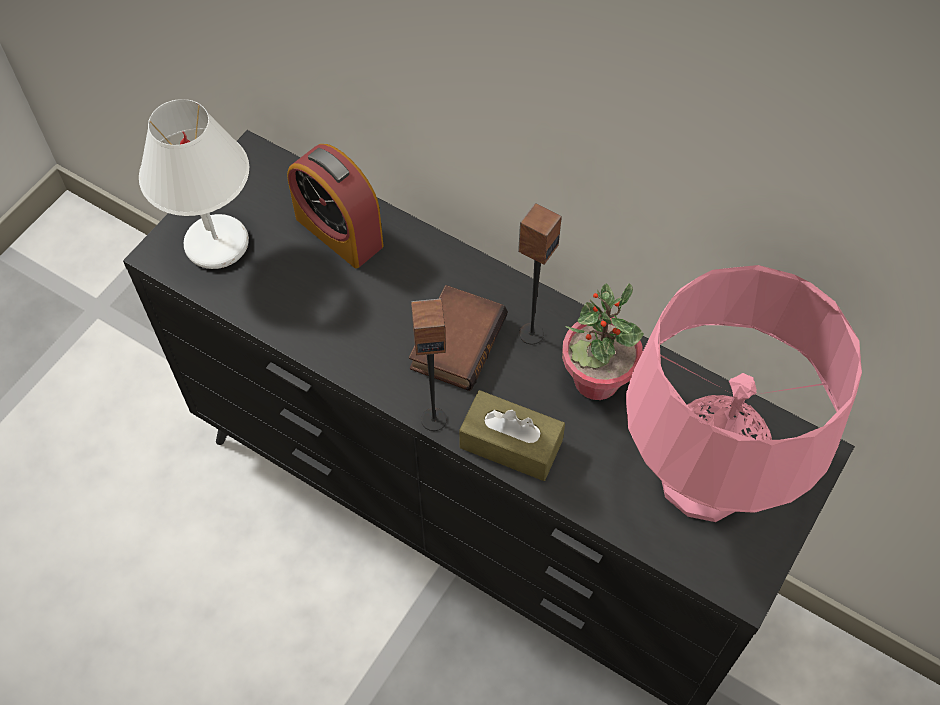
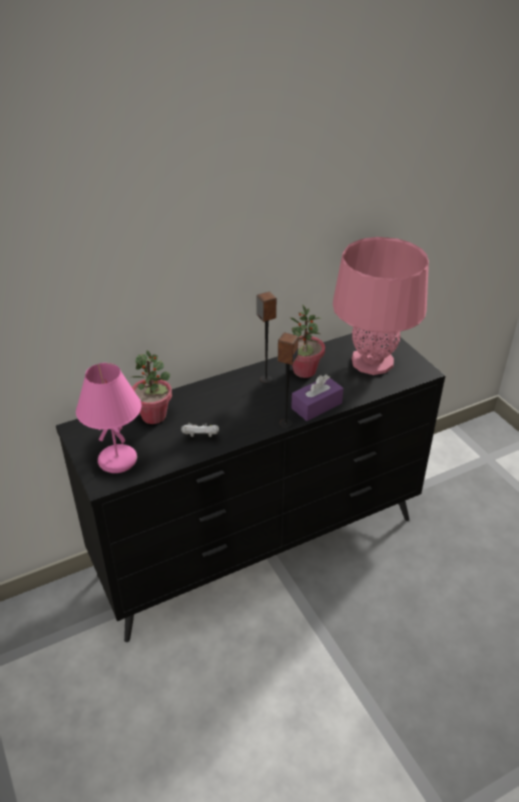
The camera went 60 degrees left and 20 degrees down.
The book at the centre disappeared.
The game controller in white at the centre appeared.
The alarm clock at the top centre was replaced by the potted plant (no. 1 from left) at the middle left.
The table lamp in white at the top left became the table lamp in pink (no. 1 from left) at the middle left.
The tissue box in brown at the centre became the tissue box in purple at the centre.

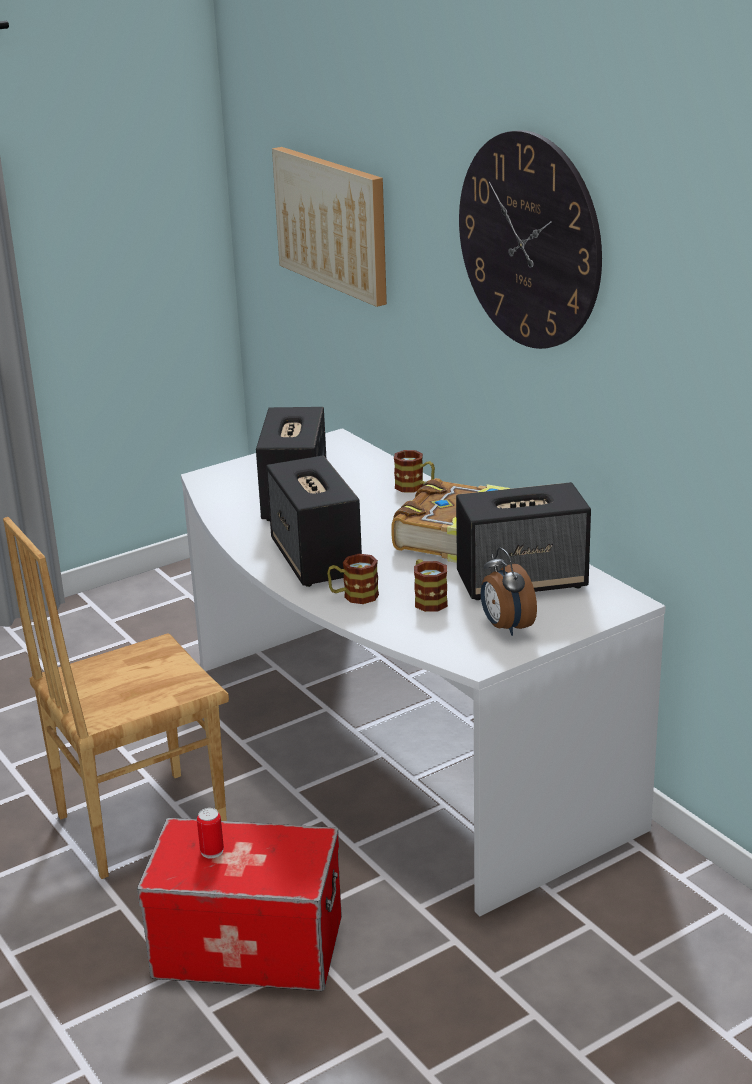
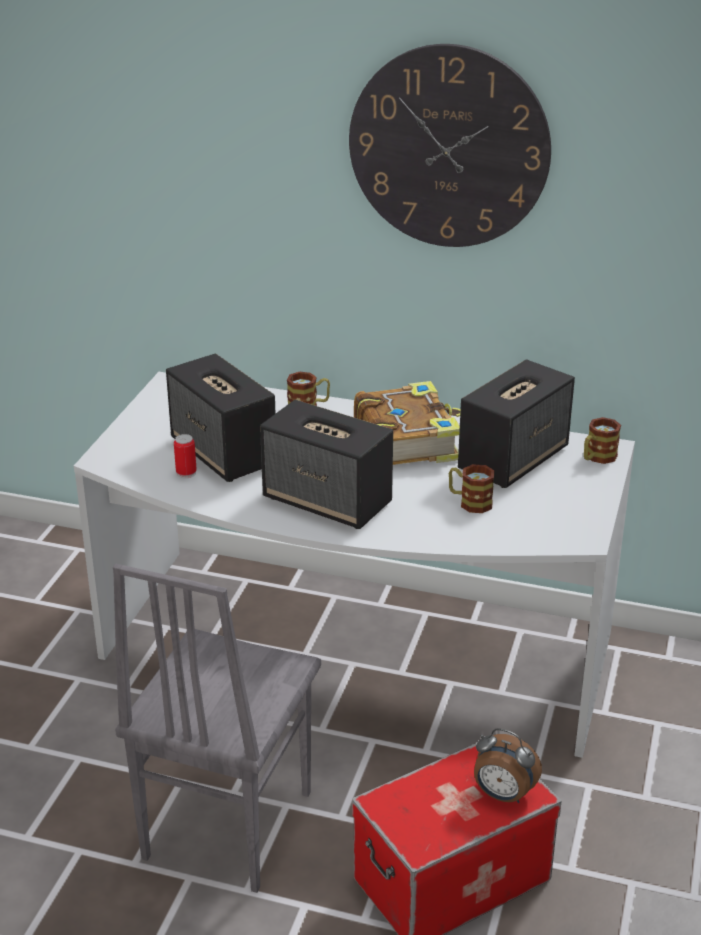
The camera went 40 degrees left and 5 degrees up.
The picture at the top centre disappeared.
The can moved from the bottom left to the middle left.
The mug (no. 1 from left in the first image) moved from the centre to the middle right.
The alarm clock moved from the middle right to the bottom right.
The chair in brown at the middle left became the chair in grey at the bottom left.

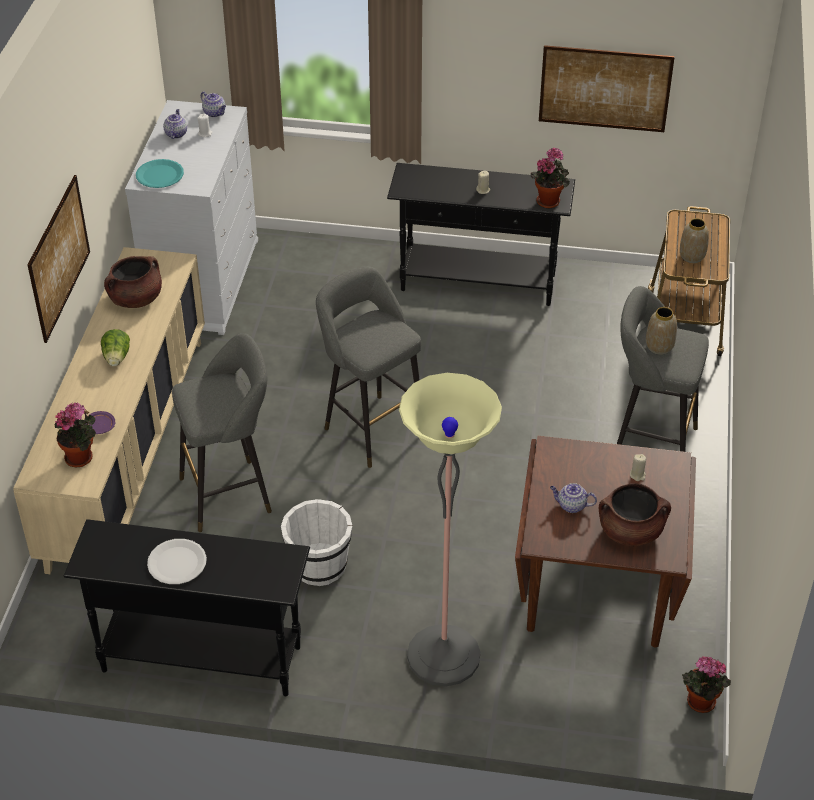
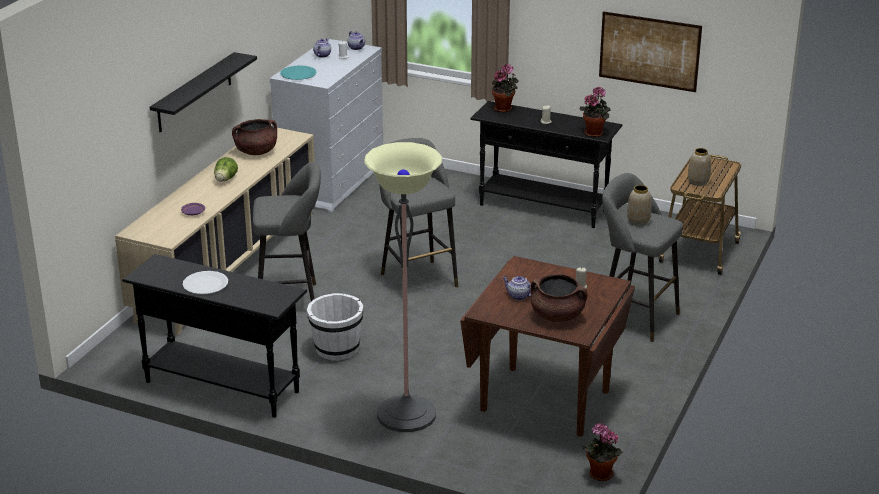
The camera went 15 degrees right and 15 degrees down.
The potted plant (no. 1 from left) moved from the middle left to the top centre.
The picture (no. 1 from left) at the top left was replaced by the shelf in black at the top left.

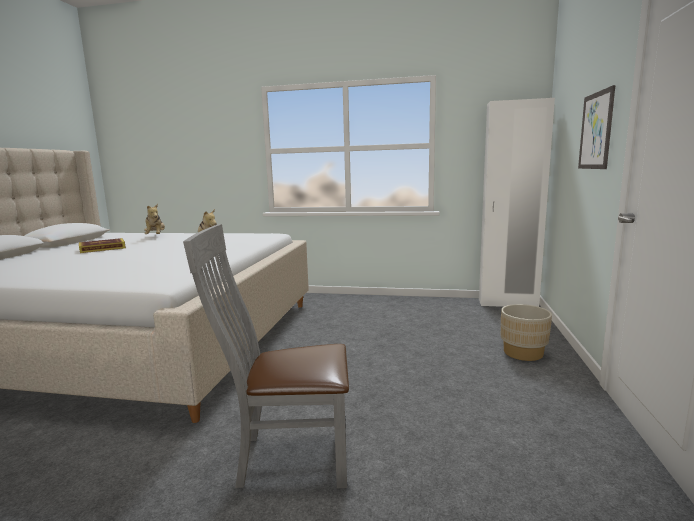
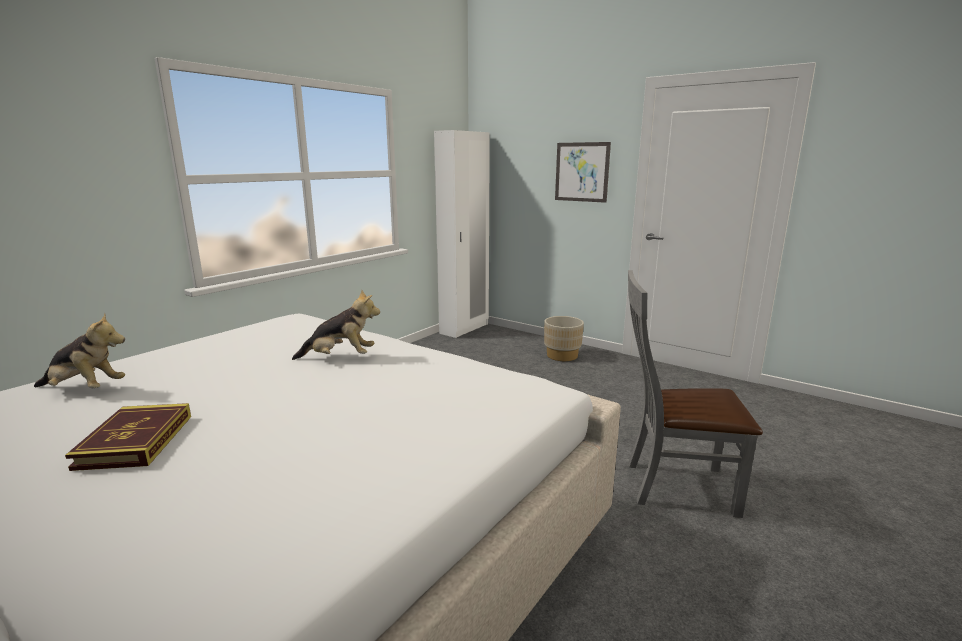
The camera went 65 degrees left and 5 degrees up.
The chair in grey at the bottom centre turned 75 degrees clockwise.

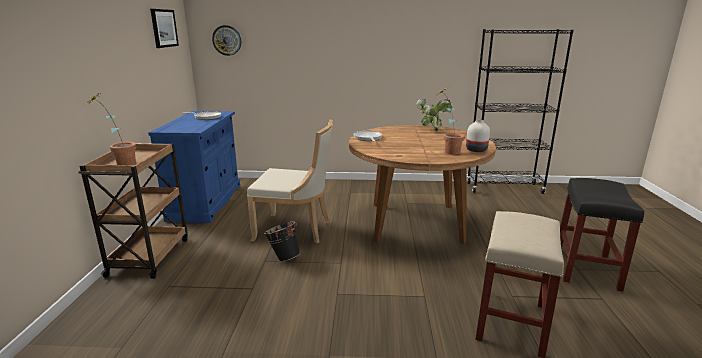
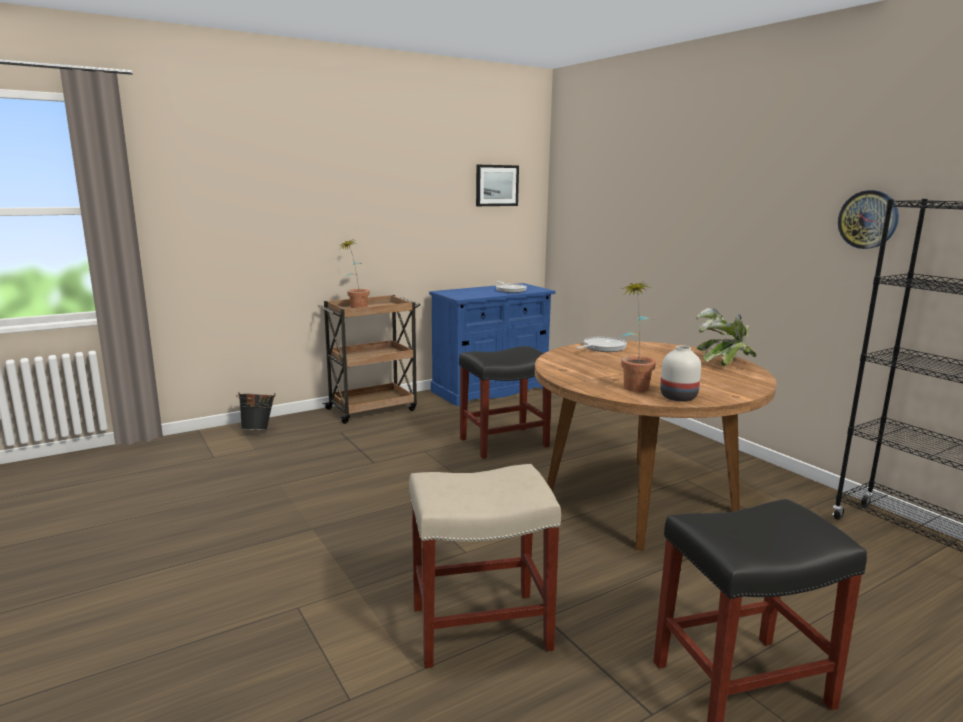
The camera went 55 degrees right and 5 degrees down.
The wall clock moved from the top left to the top right.
The bucket in black moved from the bottom centre to the middle left.
The chair in beige at the centre was replaced by the stool in black (no. 1 from left) at the centre.

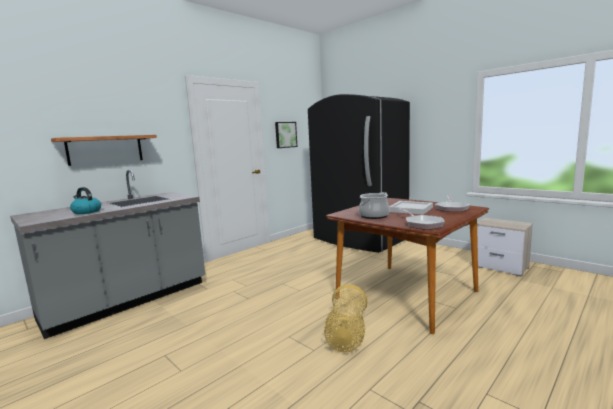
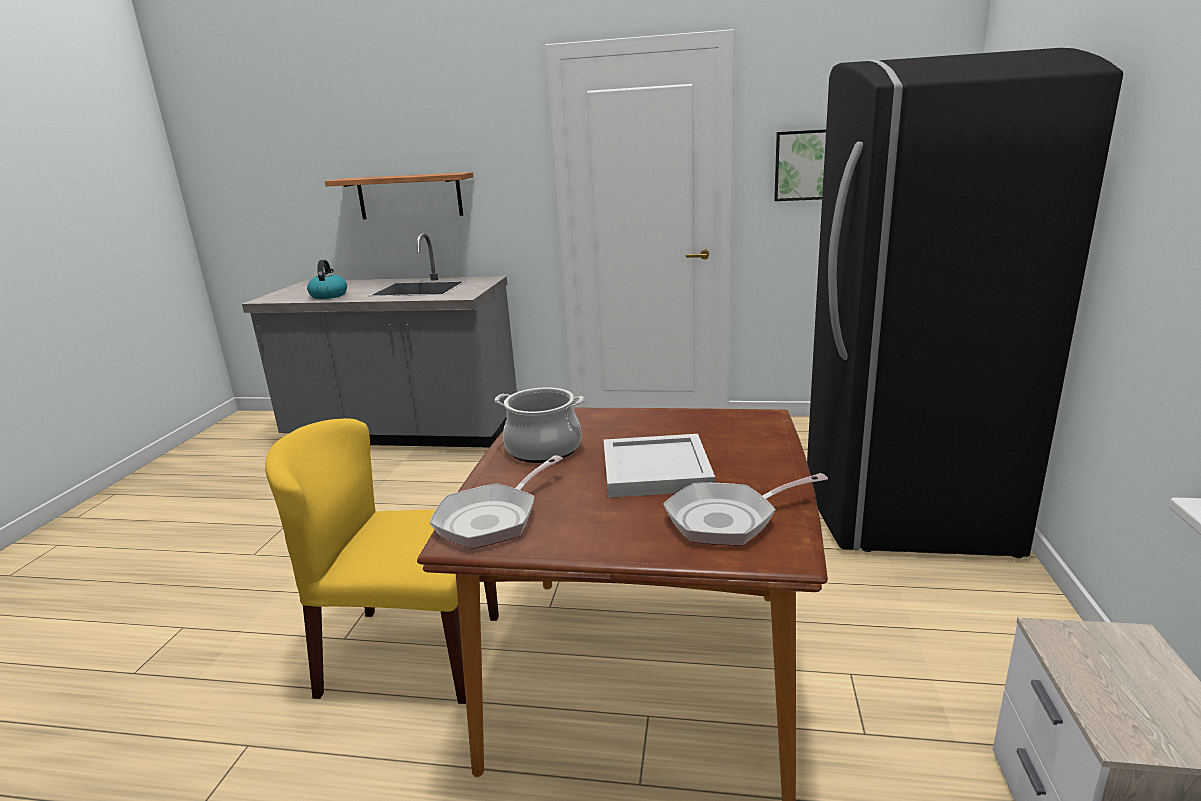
The camera went 55 degrees right and 10 degrees up.
The basket at the bottom centre was replaced by the chair in yellow at the bottom left.

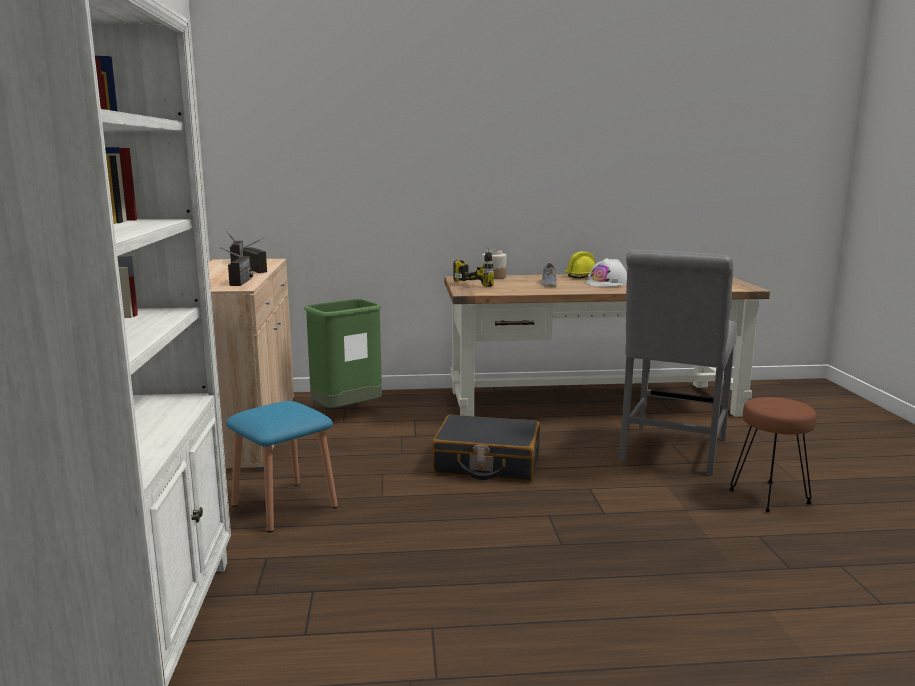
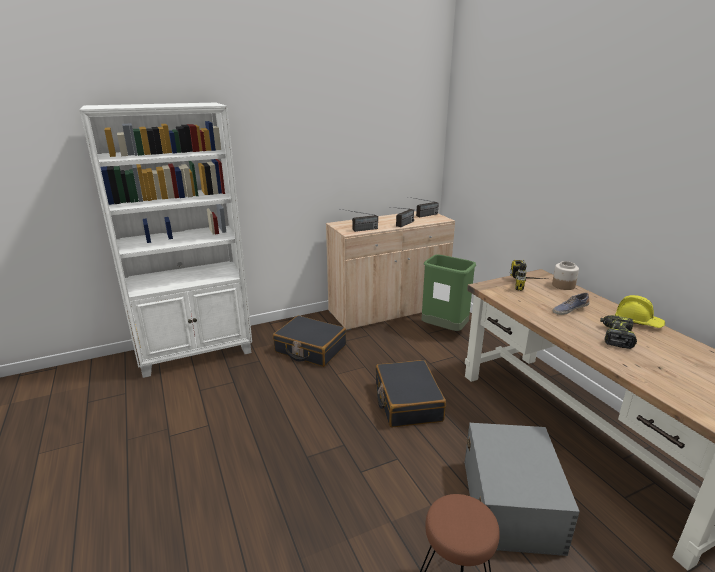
The camera went 70 degrees right and 10 degrees up.
The stool in blue at the bottom left was replaced by the suitcase in black (no. 1 from left) at the centre.
The hard hat in white at the centre was replaced by the power drill (no. 2 from left) at the middle right.
The chair in grey at the middle right was replaced by the storage box in grey at the bottom right.

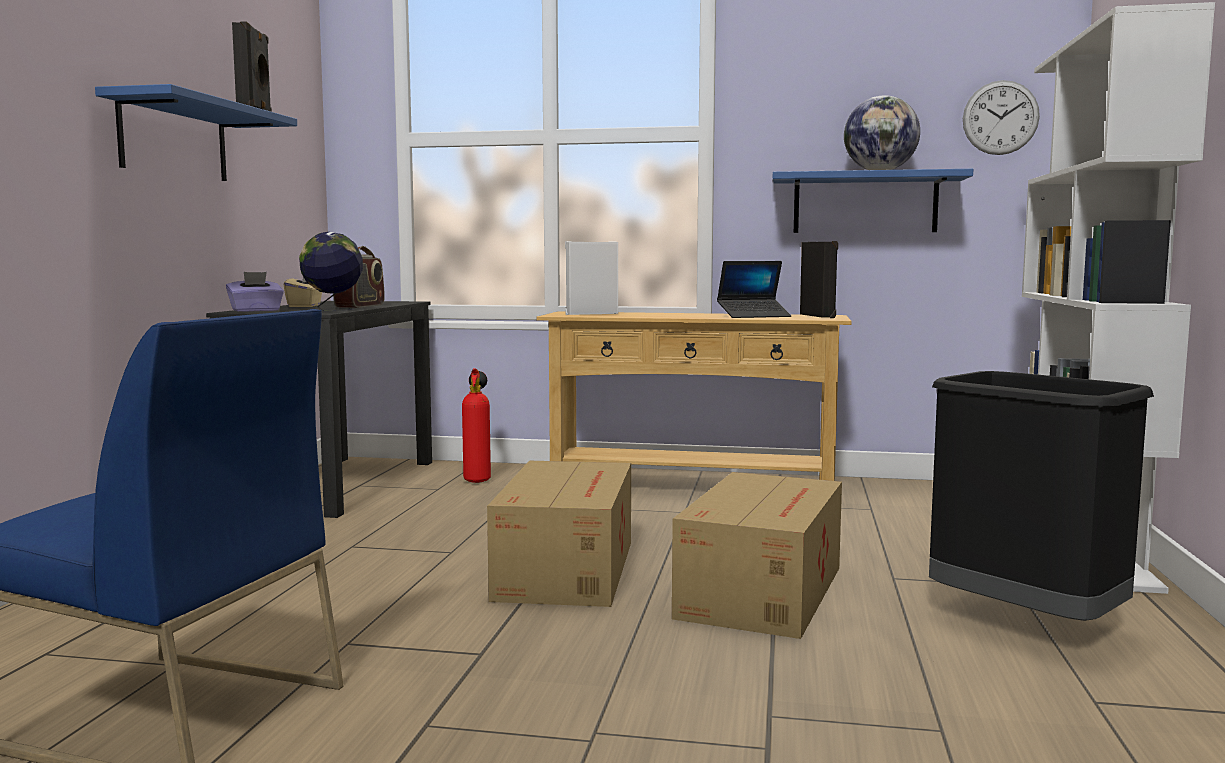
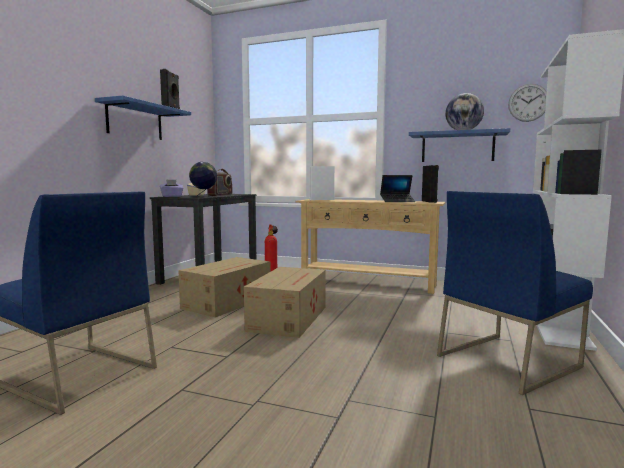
The camera went 10 degrees right and 0 degrees up.
The cardboard box (no. 2 from left in the first image) moved from the bottom centre to the centre.
The trash can in black at the middle right was replaced by the chair in blue (no. 2 from left) at the middle right.

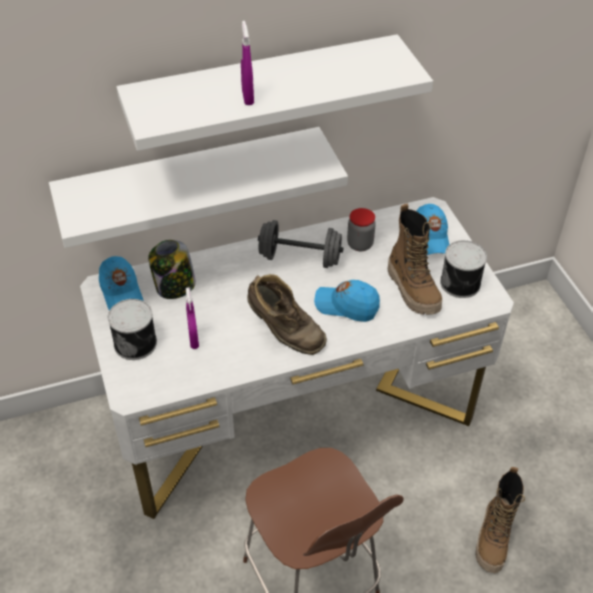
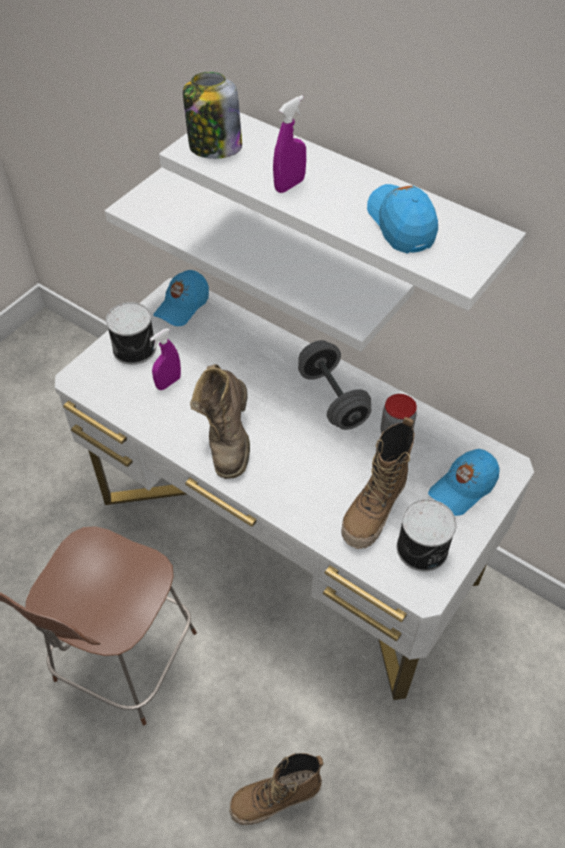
The camera went 55 degrees right and 5 degrees up.
The jar (no. 1 from left) moved from the middle left to the top centre.
The cap in blue (no. 2 from left) moved from the centre to the top right.

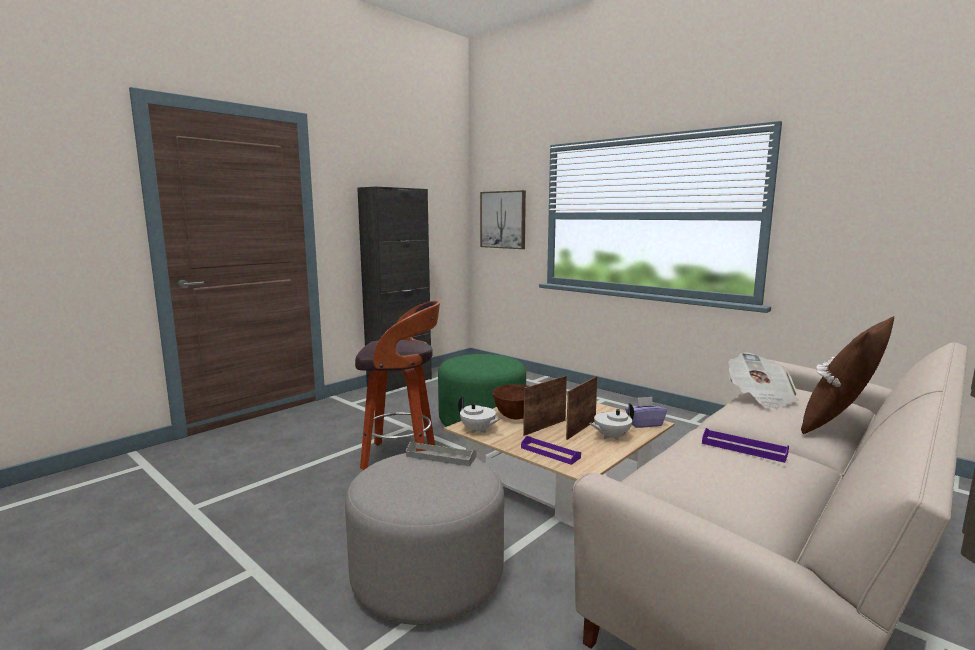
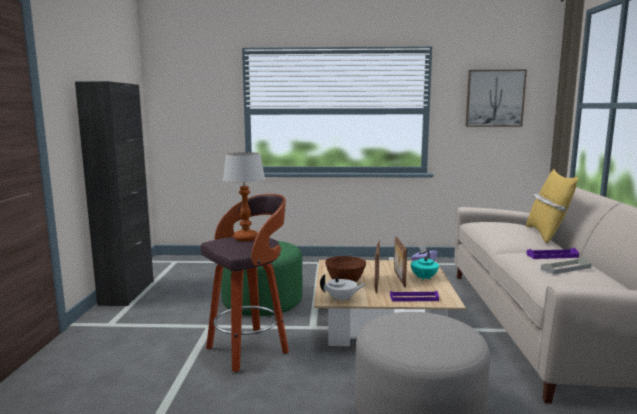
The camera went 40 degrees left and 0 degrees up.
The newspaper at the middle right disappeared.
The table lamp at the centre appeared.
The tray in grey moved from the bottom centre to the middle right.
The picture moved from the centre to the top right.
The teapot in white (no. 2 from left) at the centre became the teapot in turquoise at the middle right.
The pillow in brown at the middle right became the pillow in yellow at the middle right.

